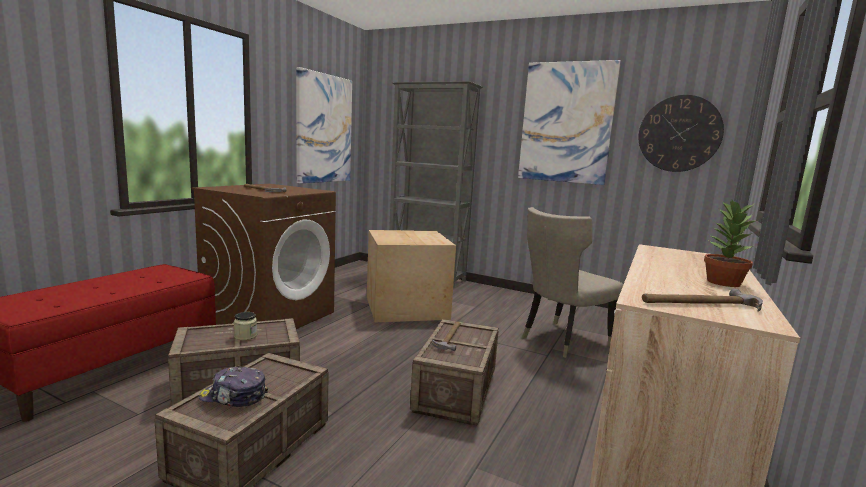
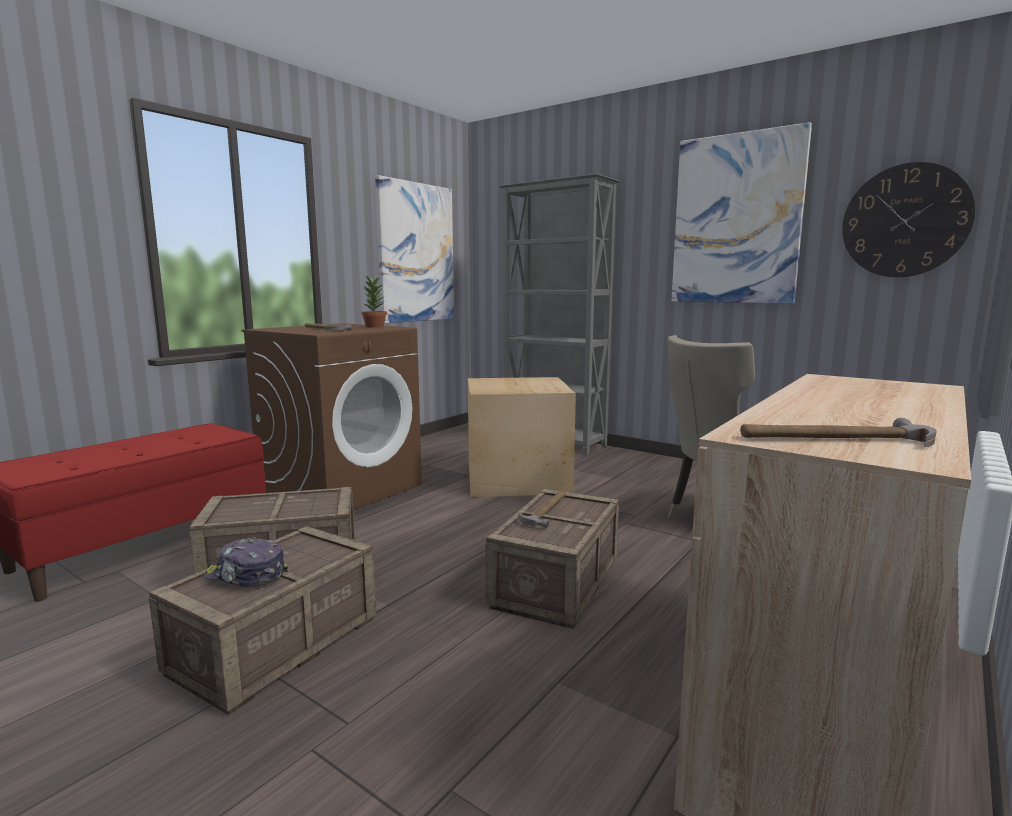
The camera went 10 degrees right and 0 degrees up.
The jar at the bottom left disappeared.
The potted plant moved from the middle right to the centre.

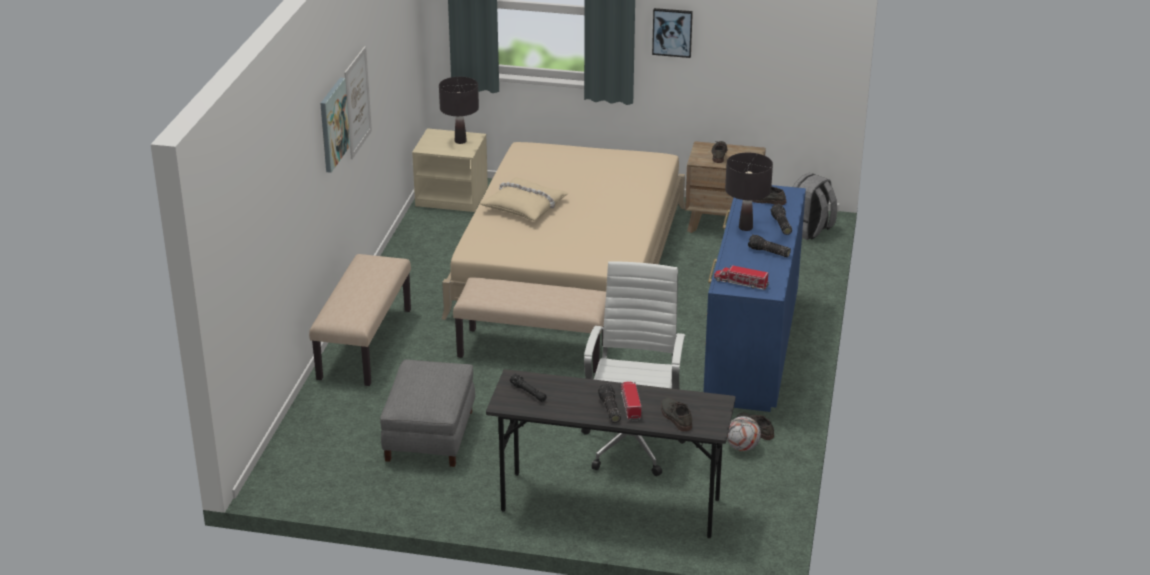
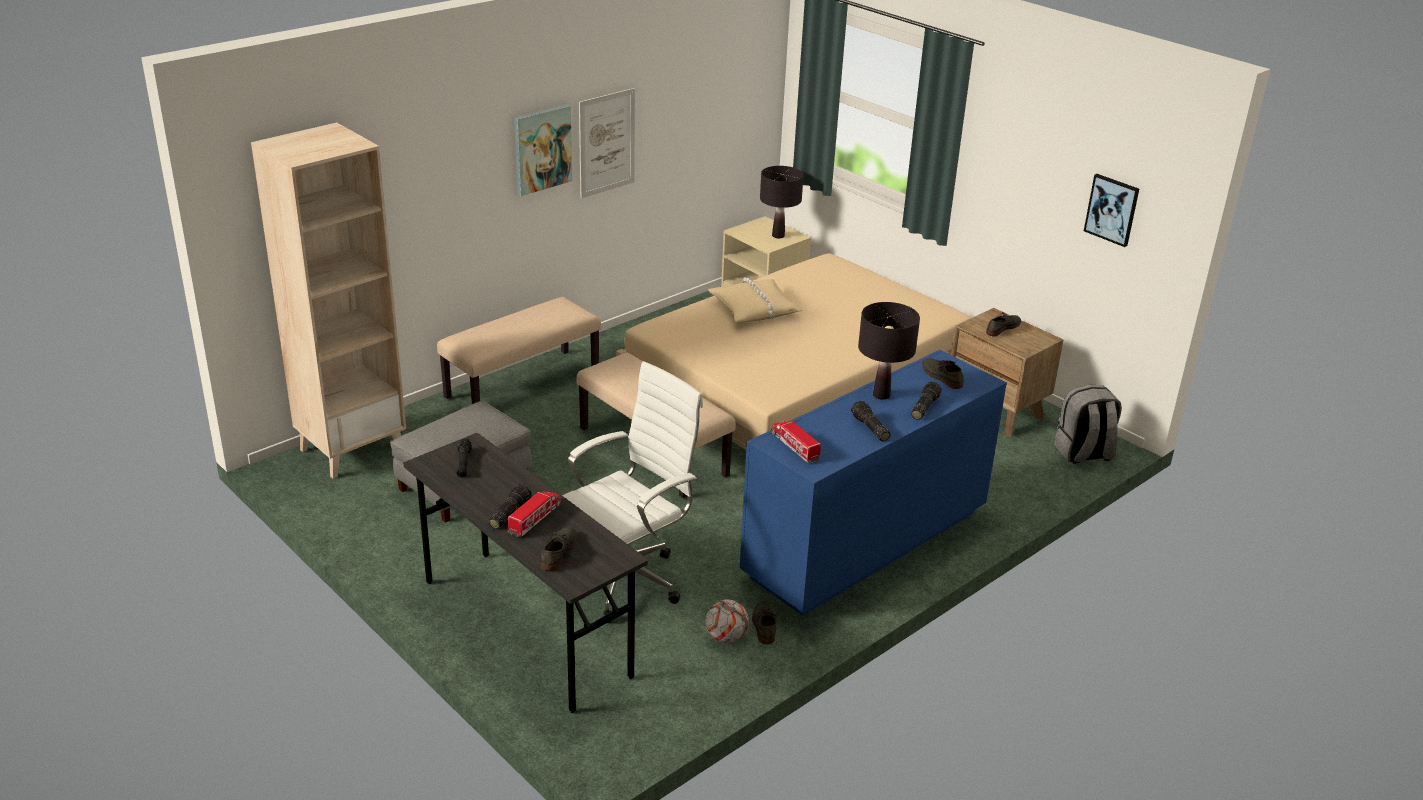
The camera went 35 degrees right and 0 degrees up.
The bookcase in beige at the middle left appeared.
The picture (no. 3 from left) moved from the top centre to the top right.

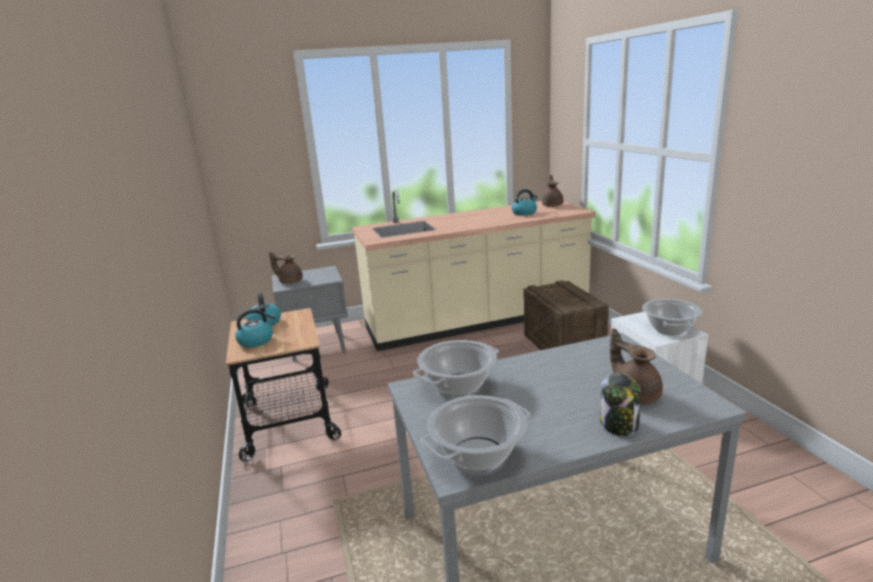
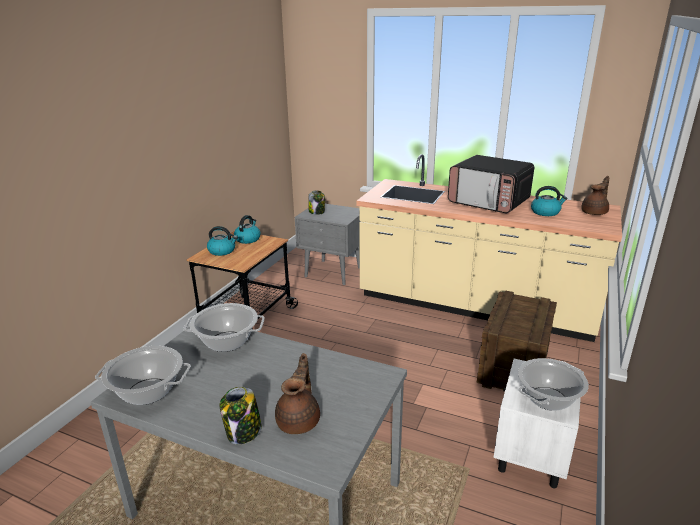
The camera went 40 degrees right and 5 degrees up.
The microwave at the middle right appeared.
The teapot in brown (no. 1 from left) at the middle left was replaced by the jar (no. 2 from left) at the centre.

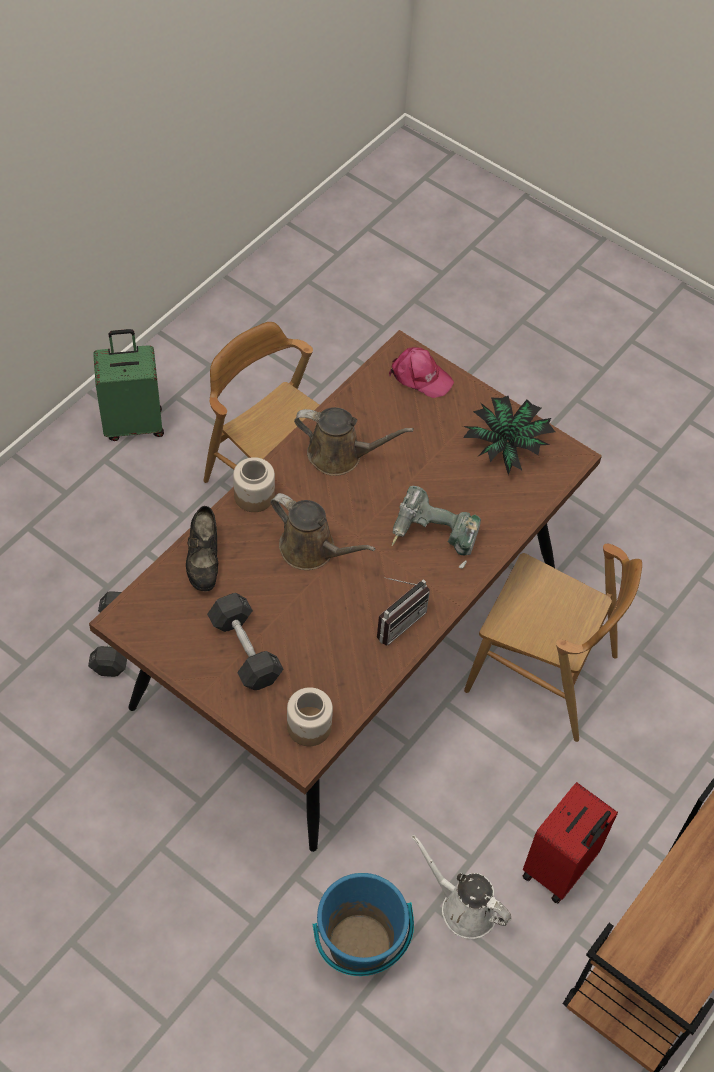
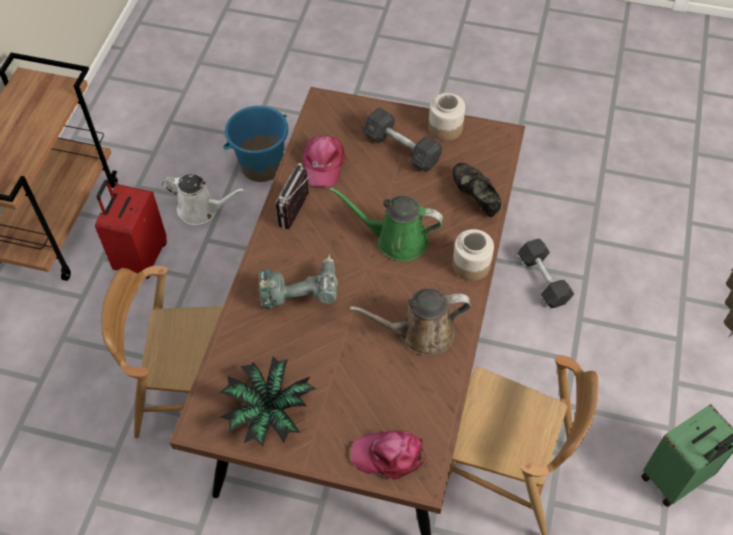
The camera went 160 degrees right and 0 degrees up.
The cap in pink (no. 1 from left) at the top centre appeared.
The jar (no. 2 from left in the first image) moved from the bottom centre to the top centre.
The watering can in brown (no. 1 from left) at the centre became the watering can in green at the centre.

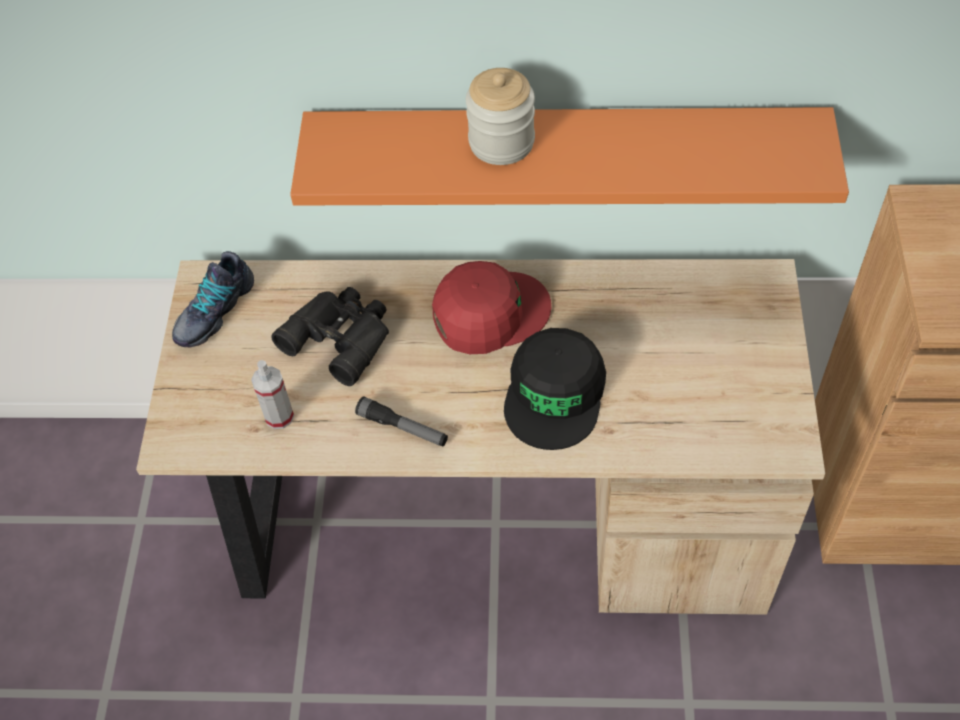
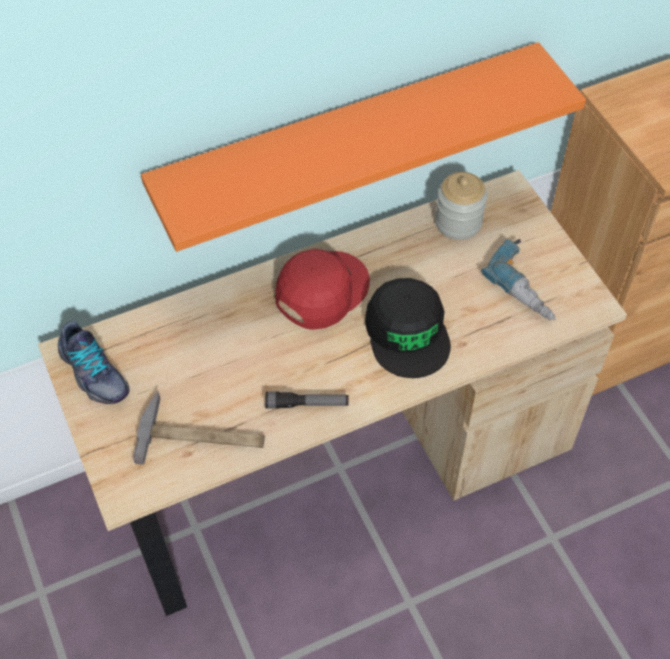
The camera went 30 degrees left and 0 degrees up.
The binoculars in black at the centre disappeared.
The power drill at the middle right appeared.
The jar moved from the top centre to the top right.
The spray bottle at the middle left was replaced by the hammer at the middle left.
The shoe at the middle left turned 45 degrees counterclockwise.

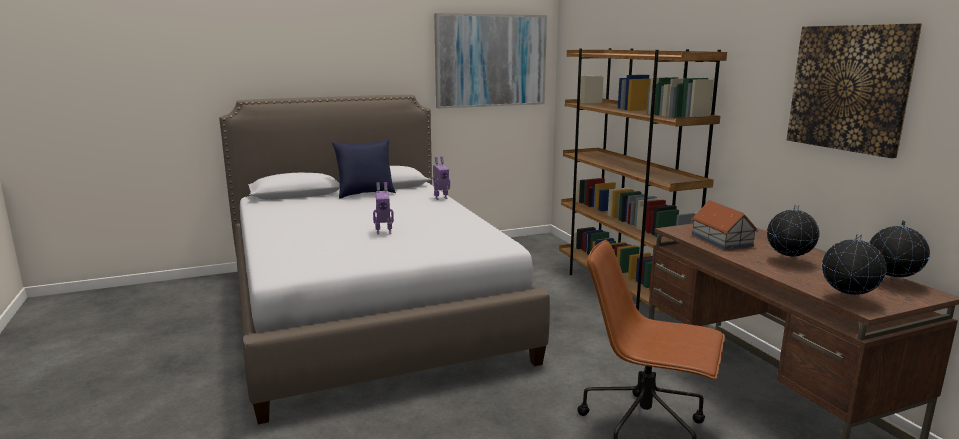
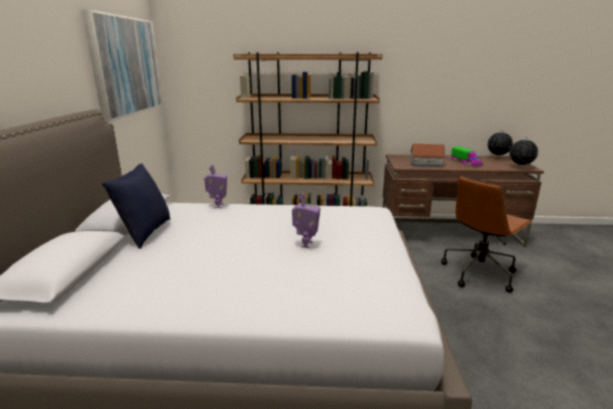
The camera went 65 degrees left and 5 degrees up.
The picture (no. 2 from left) at the top right disappeared.
The globe (no. 1 from left) at the middle right was replaced by the toy truck at the middle right.

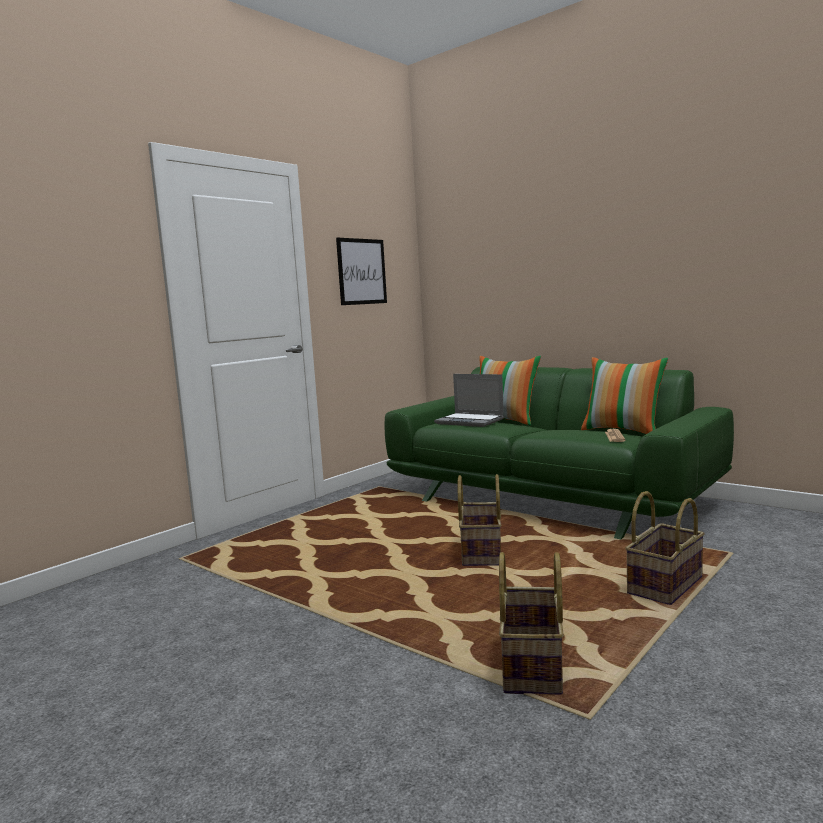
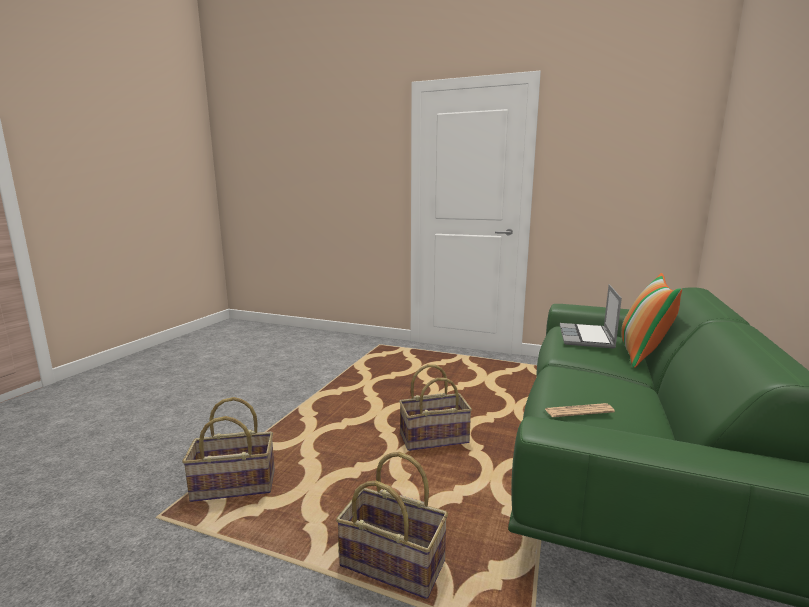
The camera went 70 degrees right and 5 degrees up.
The picture at the top centre disappeared.
The pillow (no. 2 from left) at the middle right disappeared.

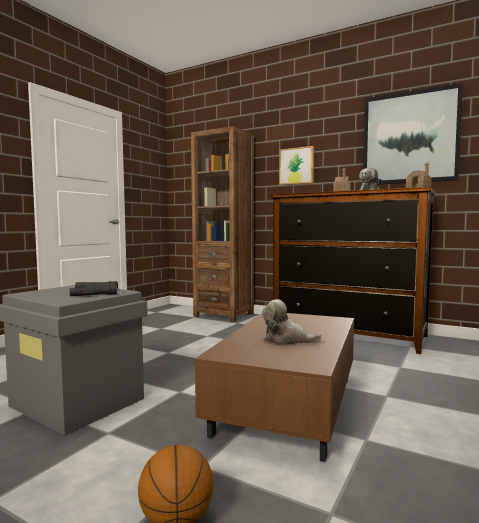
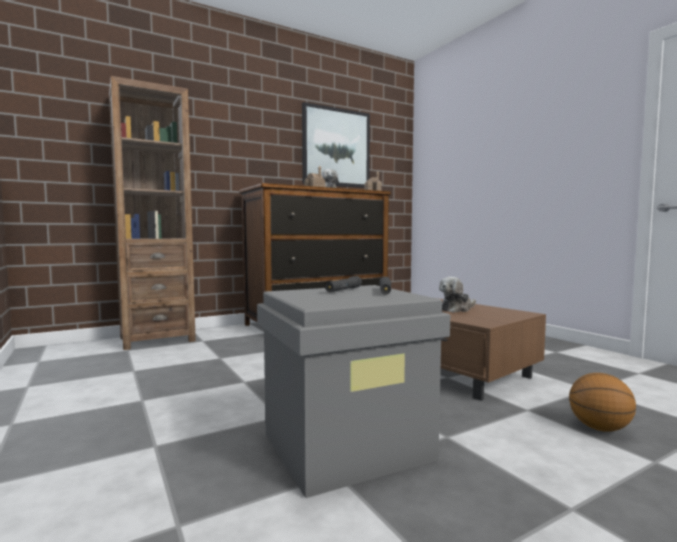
The camera went 60 degrees left and 0 degrees up.
The picture (no. 1 from left) at the top centre disappeared.

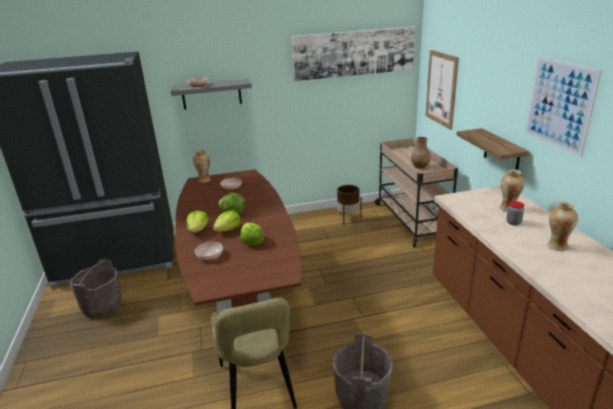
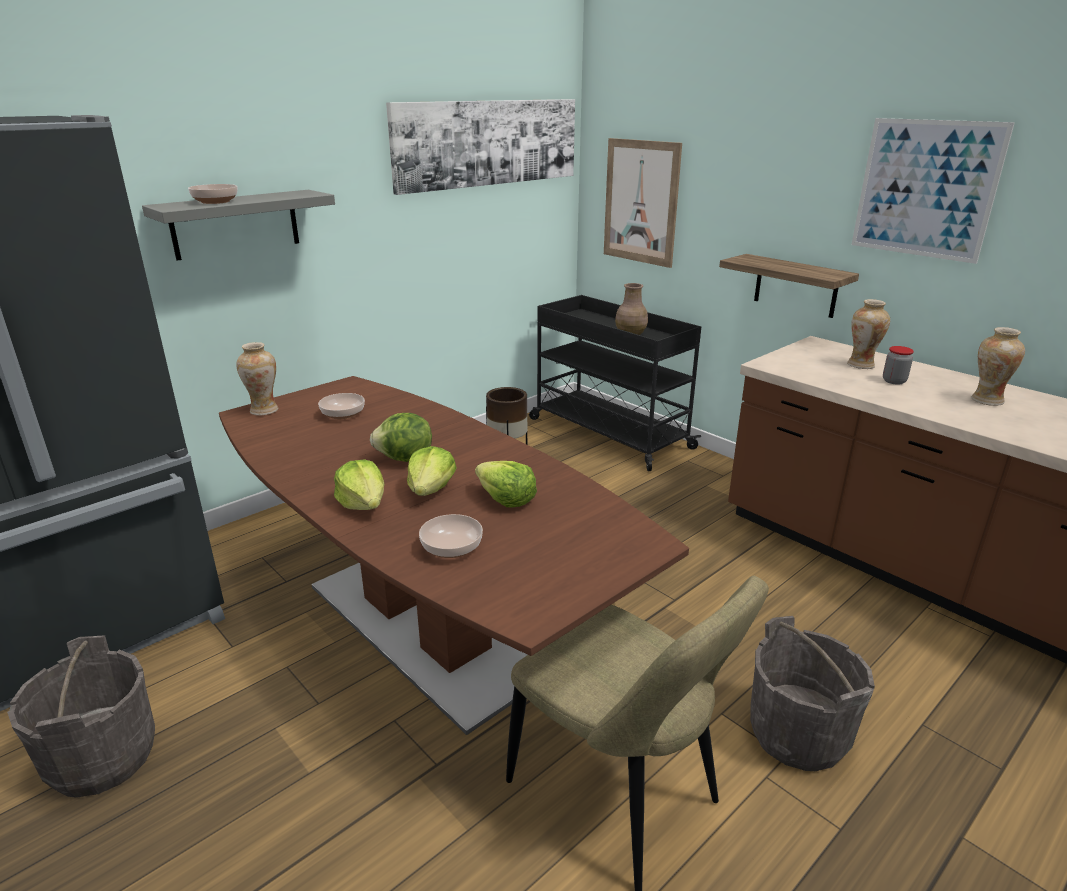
The camera went 30 degrees left and 0 degrees up.
The cart in beige at the middle right became the cart in black at the centre.

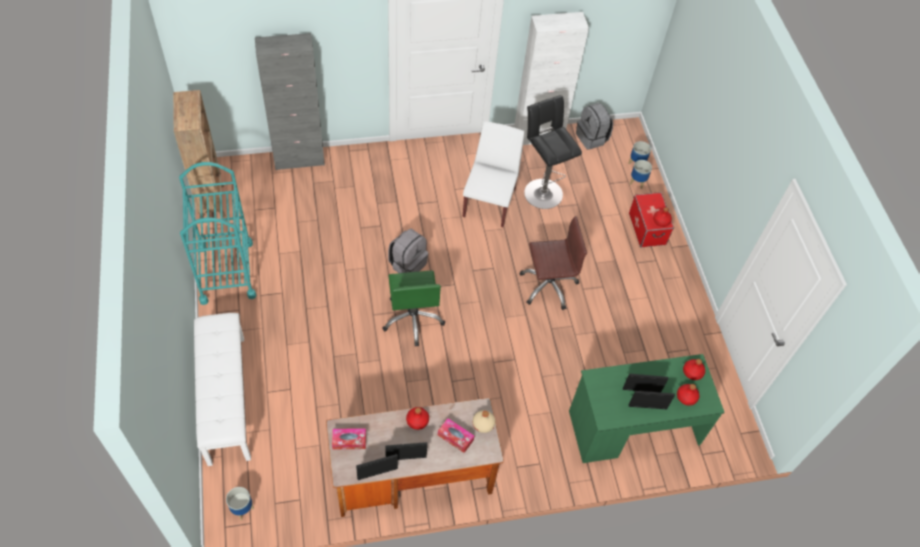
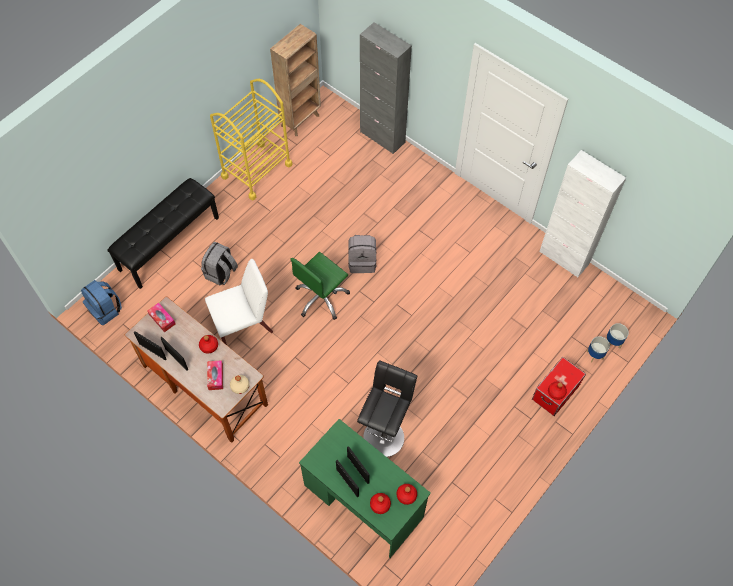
The camera went 55 degrees right and 5 degrees up.
The office chair in brown at the centre disappeared.
The chair in white moved from the top centre to the middle left.
The stool in black moved from the top centre to the bottom centre.
The backpack in grey (no. 2 from left in the first image) moved from the top centre to the middle left.
The planter (no. 1 from left) at the bottom left was replaced by the backpack in blue at the middle left.
The cart in turquoise at the middle left became the cart in yellow at the top centre.
The bench in white at the bottom left became the bench in black at the middle left.

